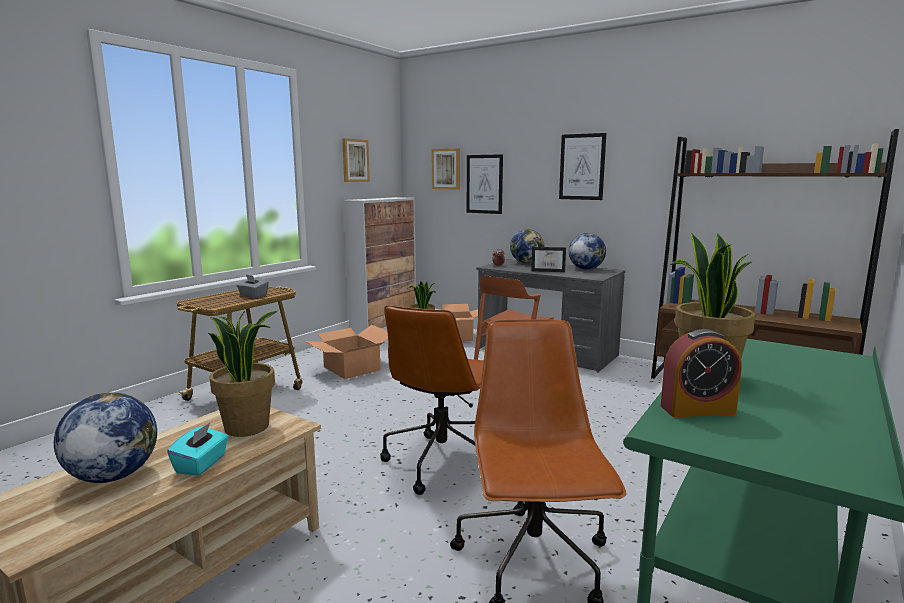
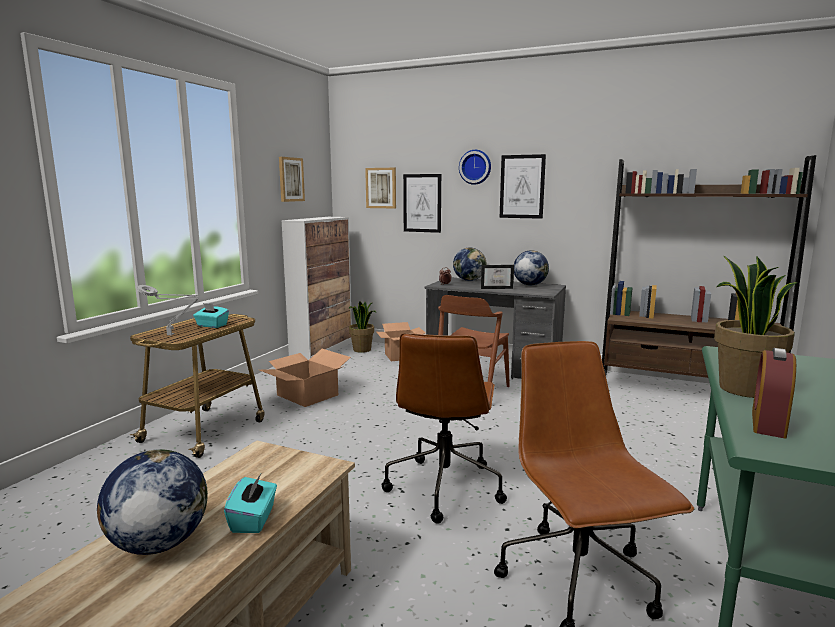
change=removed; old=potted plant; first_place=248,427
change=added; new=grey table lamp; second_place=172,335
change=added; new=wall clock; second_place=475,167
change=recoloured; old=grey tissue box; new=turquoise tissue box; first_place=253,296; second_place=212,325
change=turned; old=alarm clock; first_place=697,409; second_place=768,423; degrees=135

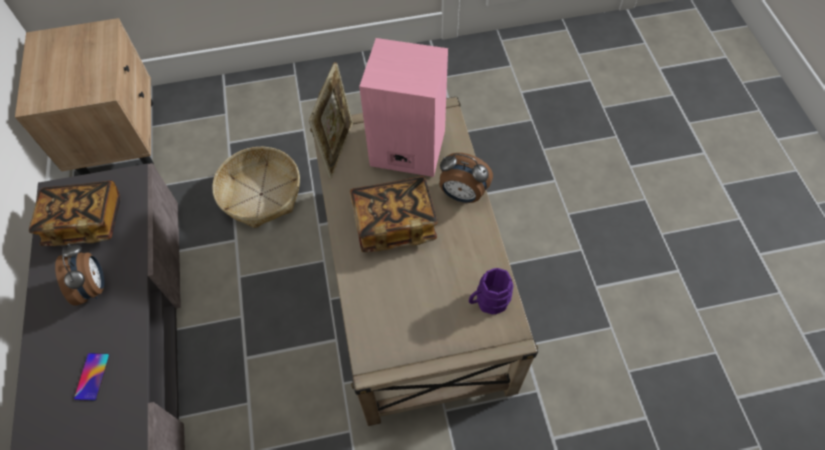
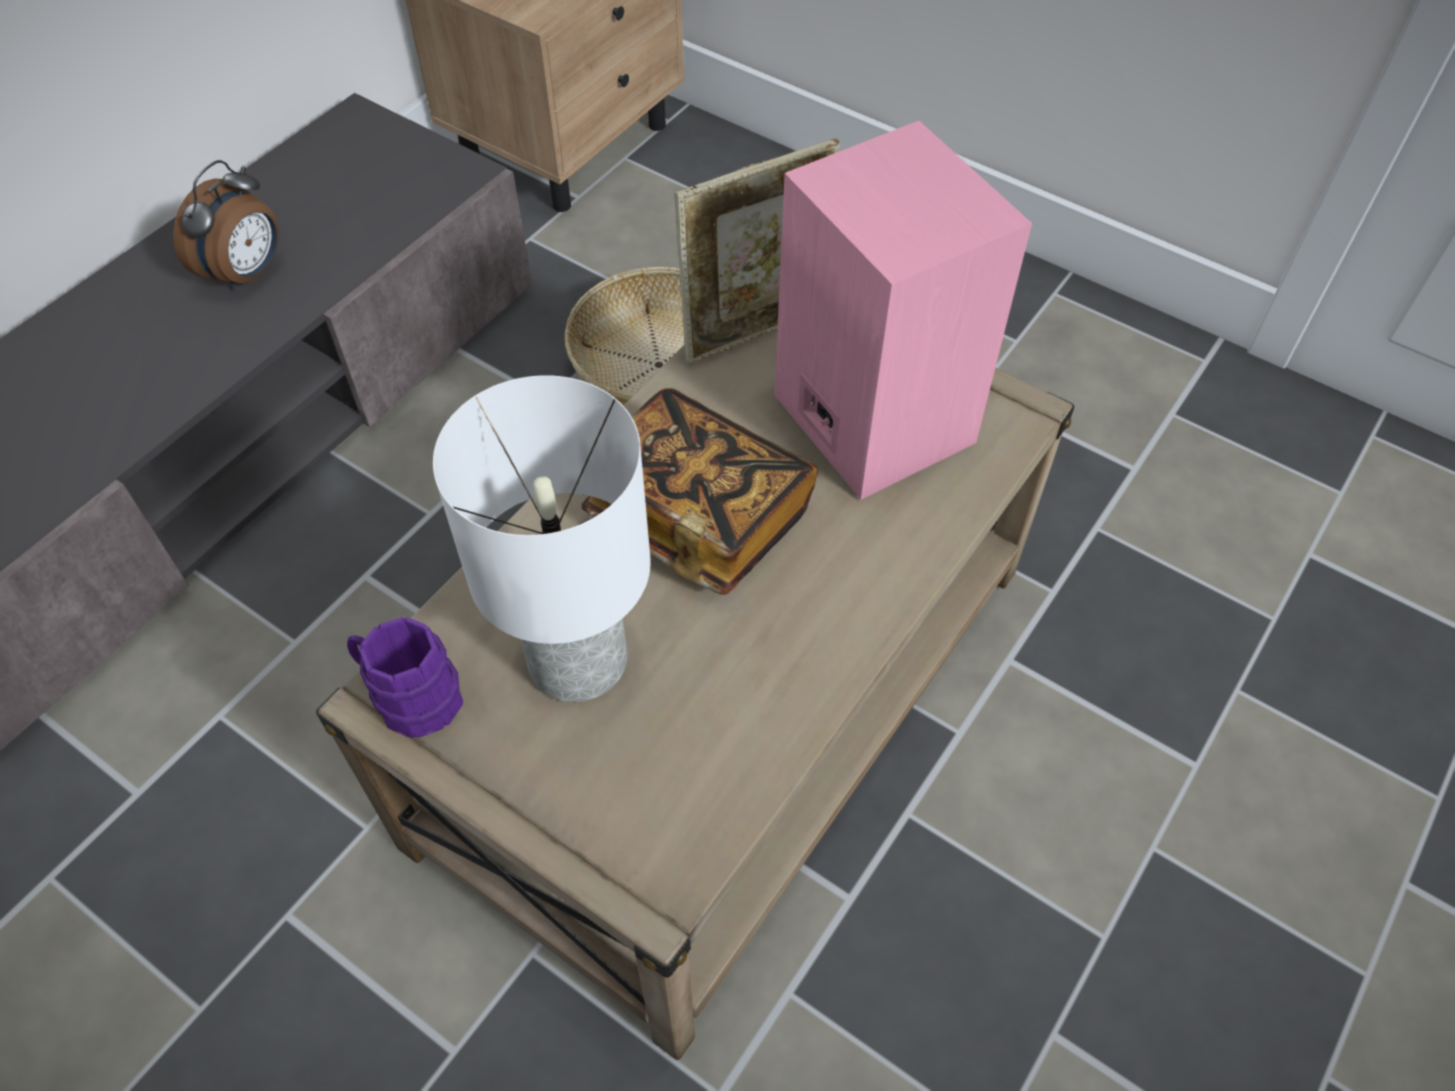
change=removed; old=book; first_place=85,222
change=removed; old=phone; first_place=92,376
change=removed; old=alarm clock; first_place=462,194
change=added; new=white table lamp; second_place=574,660
change=moved; old=purple mug; first_place=488,301; second_place=410,697

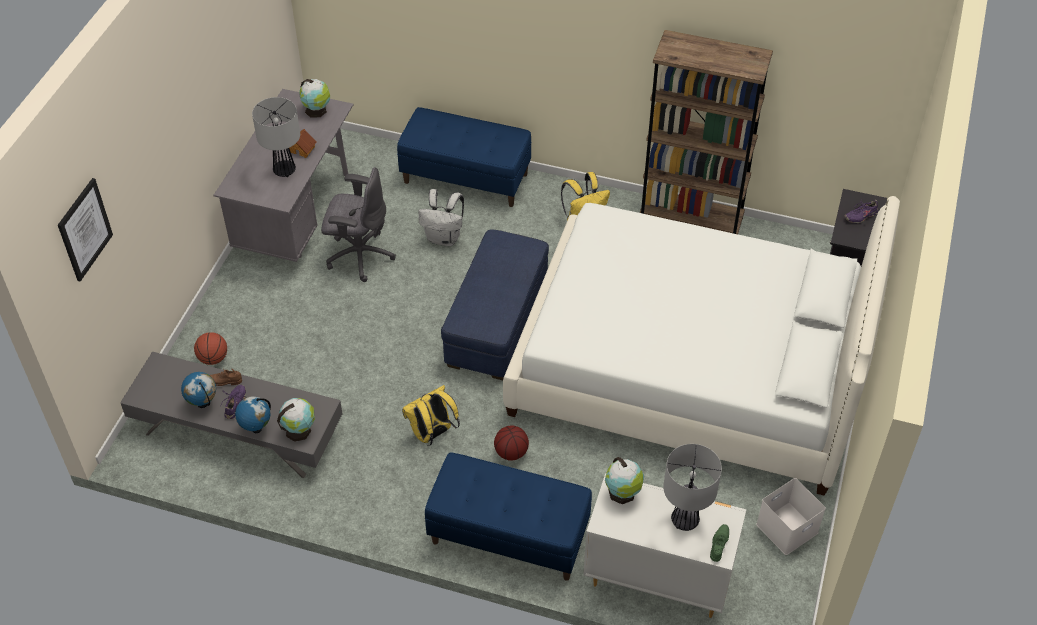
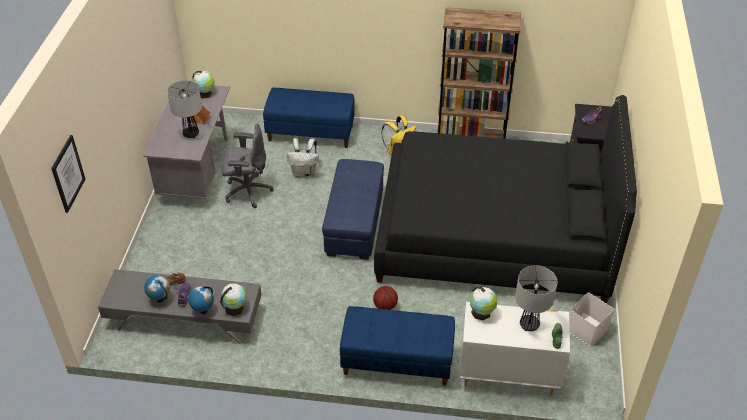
change=removed; old=basketball; first_place=213,358
change=removed; old=yellow backpack; first_place=432,434
change=recoloured; old=white bed; new=black bed; first_place=690,369; second_place=494,236

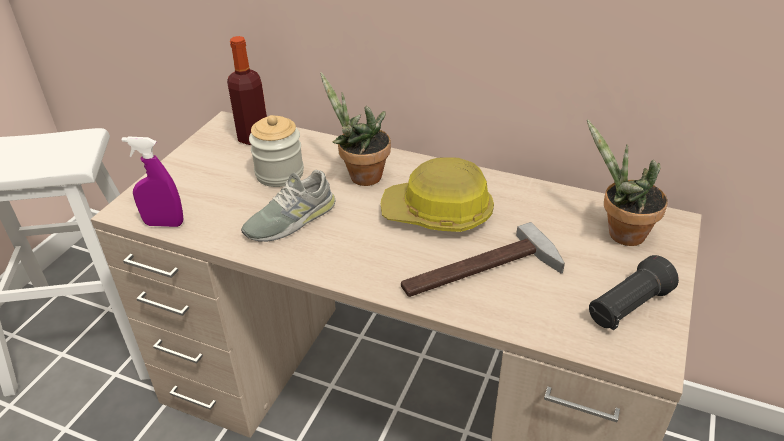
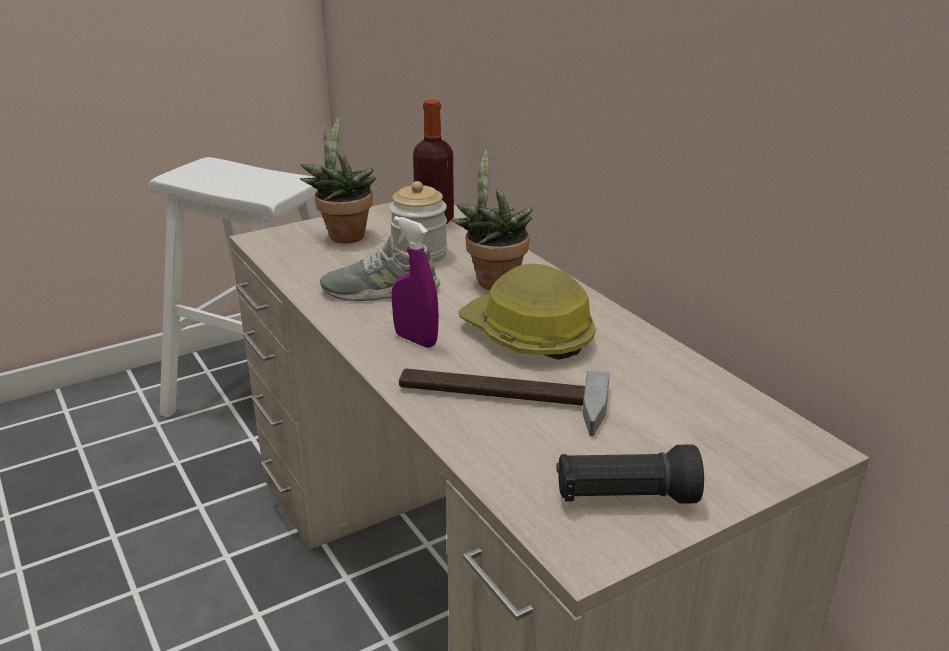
change=moved; old=purple spray bottle; first_place=164,224; second_place=415,340
change=moved; old=potted plant; first_place=620,233; second_place=344,235

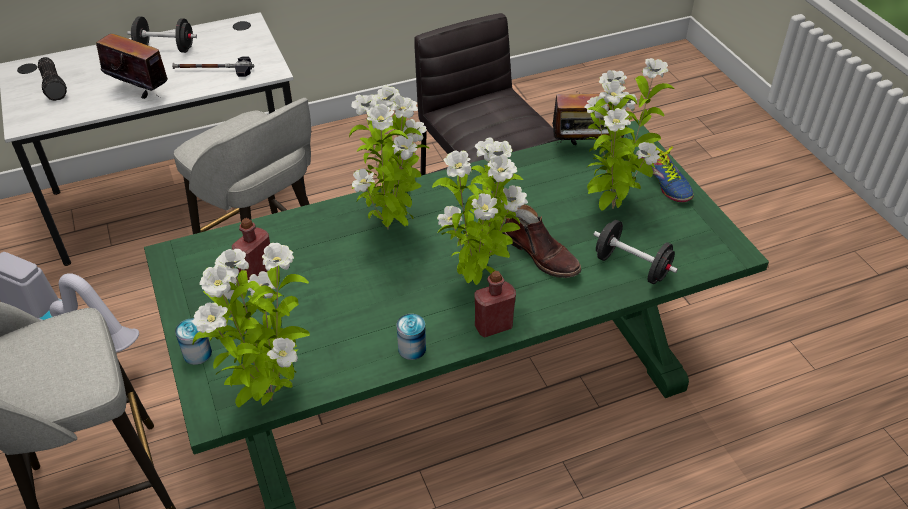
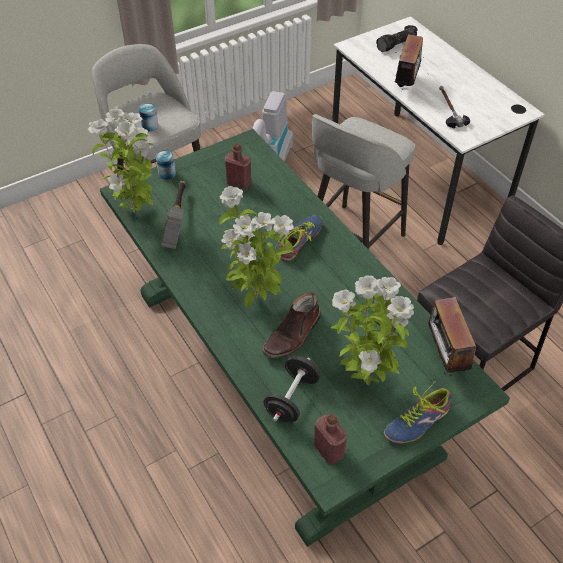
change=removed; old=black dumbbell; first_place=165,49
change=added; new=hammer; second_place=178,222
change=moved; old=can; first_place=412,349; second_place=150,126
change=moved; old=red bottle; first_place=493,326; second_place=329,450
change=replaced; old=potted plant; new=shoe; first_place=390,228; second_place=300,240

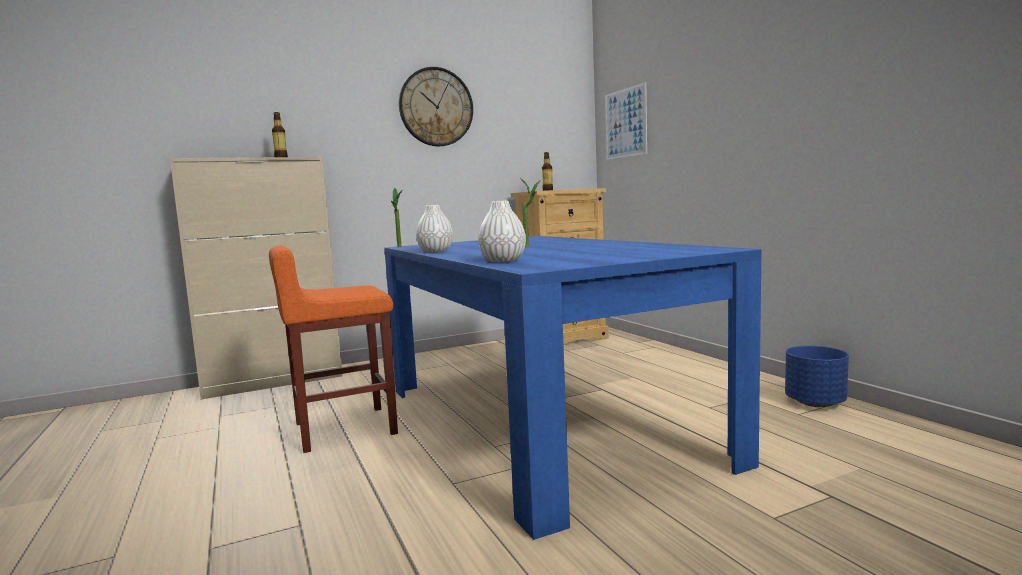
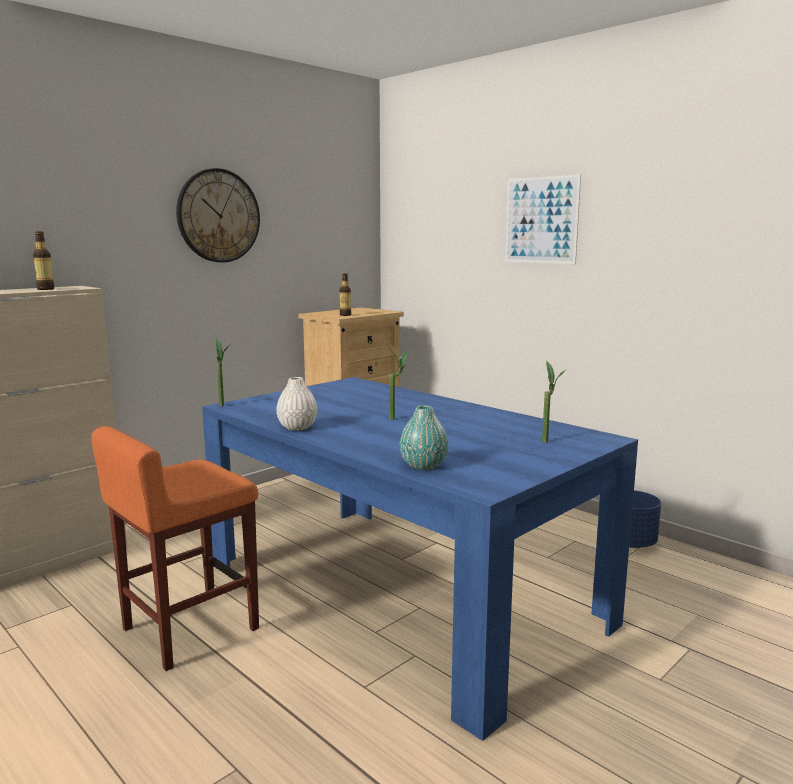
change=added; new=potted plant; second_place=549,443
change=moved; old=picture; first_place=625,123; second_place=541,220
change=recoloured; old=white vase; new=turquoise vase; first_place=503,261; second_place=423,465

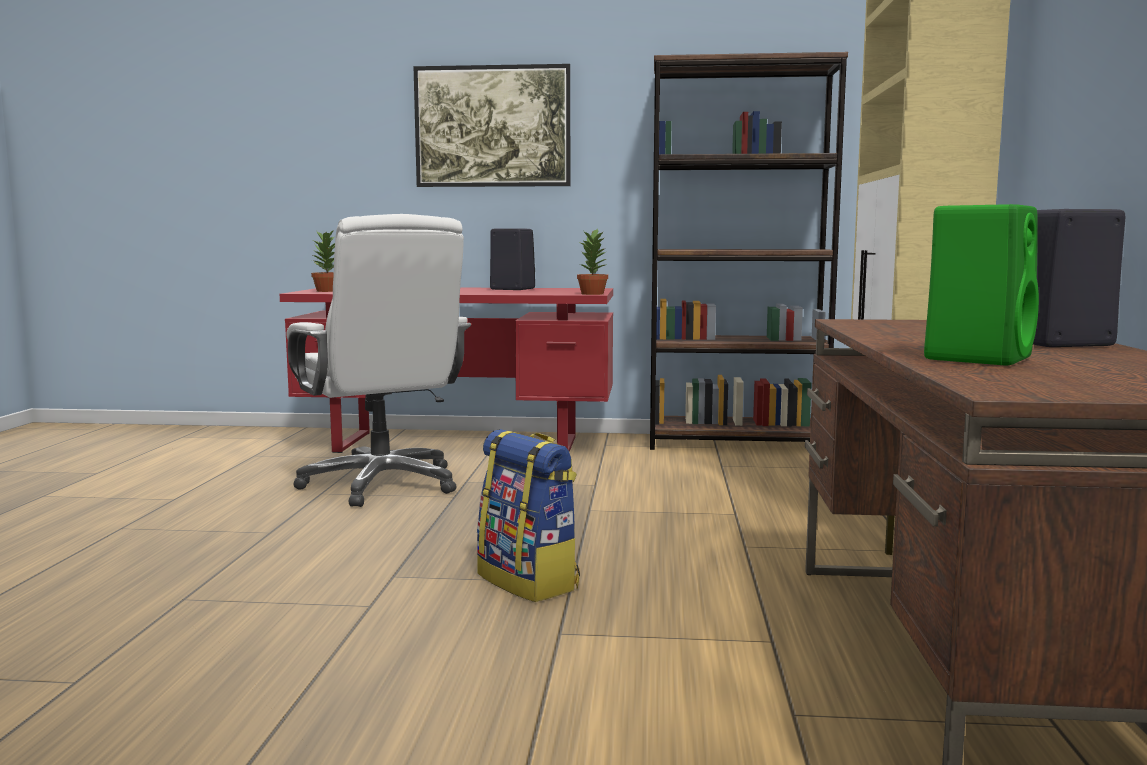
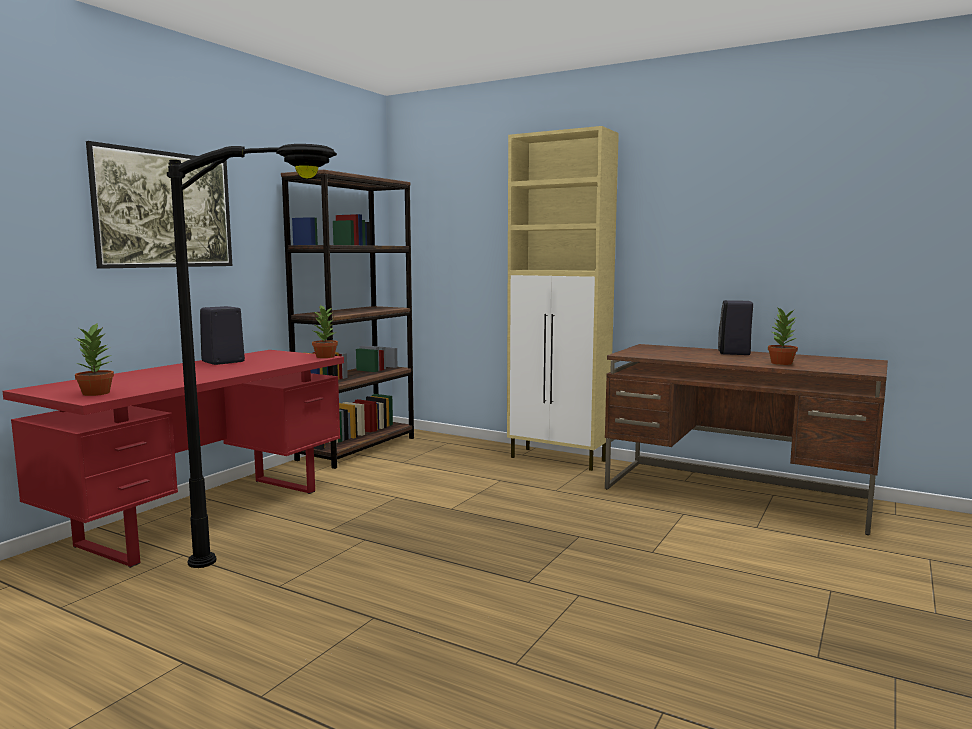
change=removed; old=backpack; first_place=530,581
change=replaced; old=white office chair; new=black floor lamp; first_place=382,484; second_place=288,559
change=replaced; old=green speaker; new=potted plant; first_place=977,358; second_place=780,363

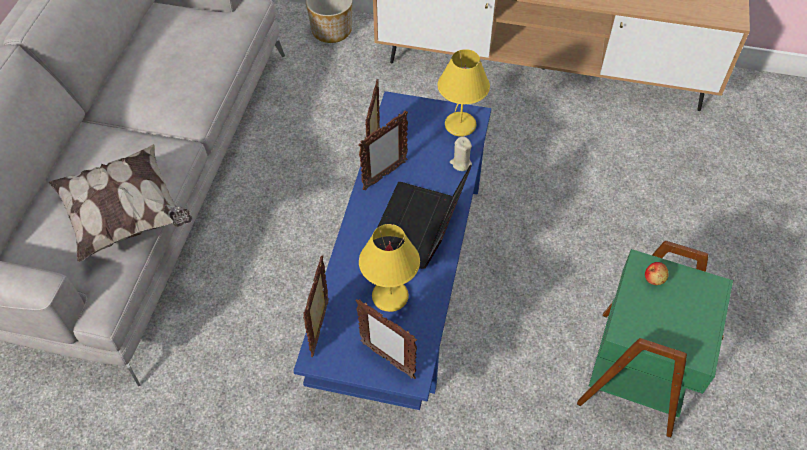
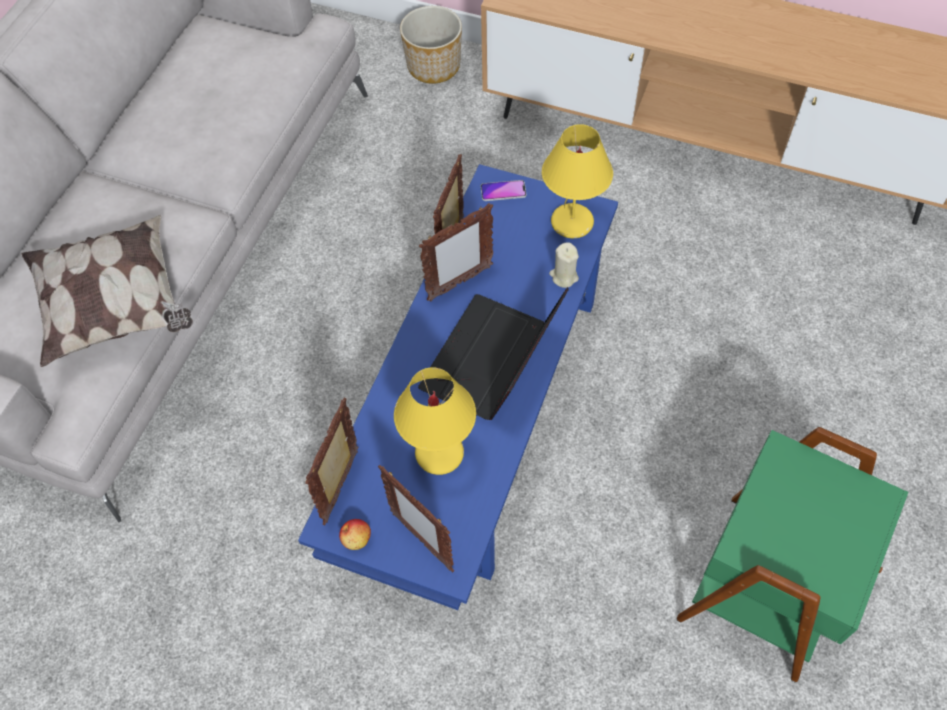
change=added; new=phone; second_place=503,191
change=moved; old=apple; first_place=654,278; second_place=356,539

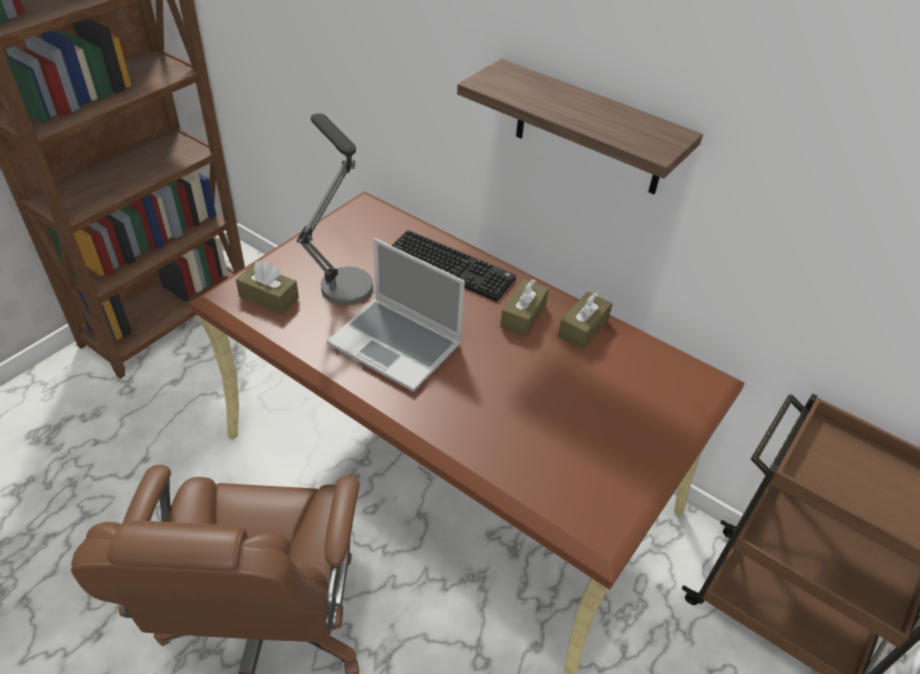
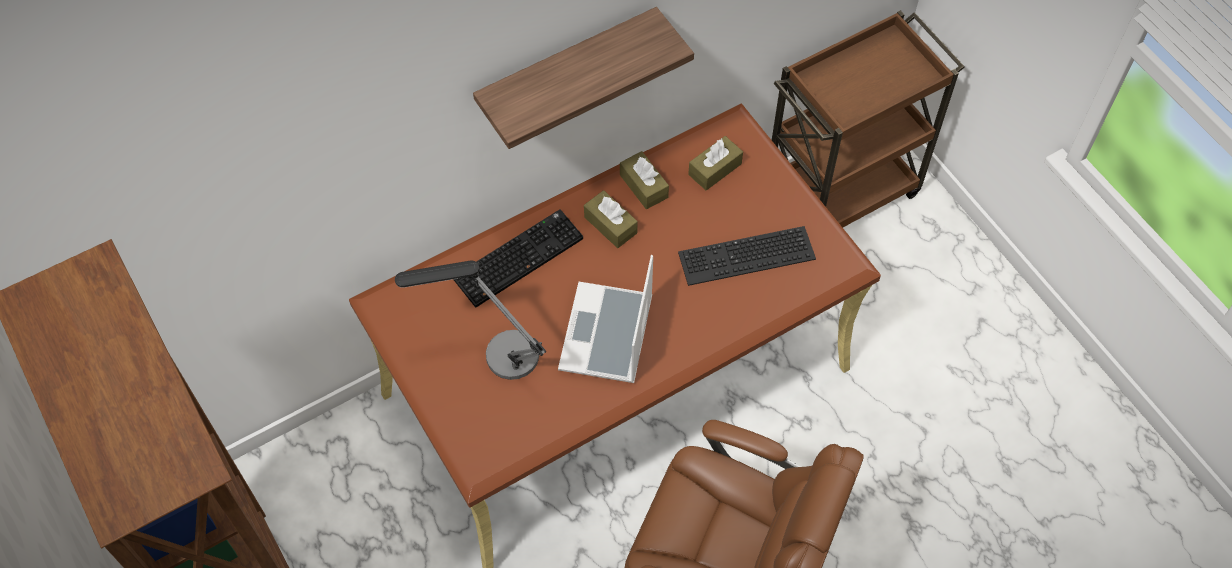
change=added; new=keyboard; second_place=746,258
change=moved; old=brown tissue box; first_place=269,297; second_place=715,169
change=turned; old=laptop; first_place=397,345; second_place=608,335; degrees=135

